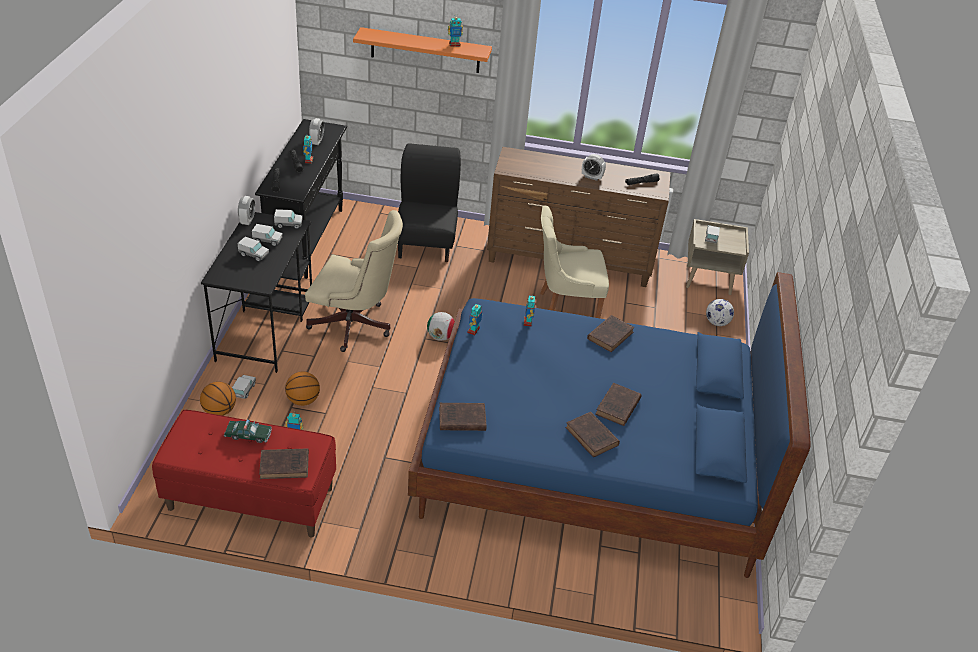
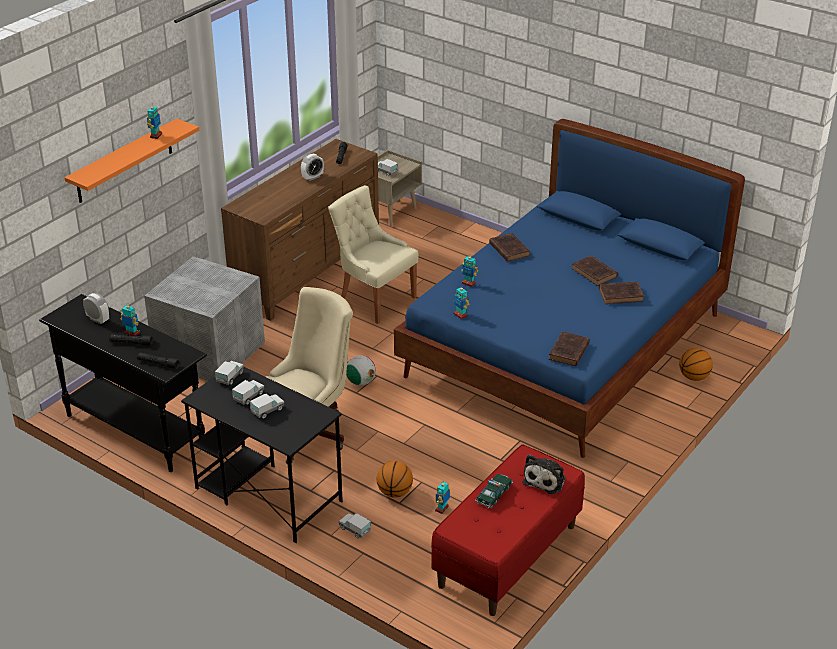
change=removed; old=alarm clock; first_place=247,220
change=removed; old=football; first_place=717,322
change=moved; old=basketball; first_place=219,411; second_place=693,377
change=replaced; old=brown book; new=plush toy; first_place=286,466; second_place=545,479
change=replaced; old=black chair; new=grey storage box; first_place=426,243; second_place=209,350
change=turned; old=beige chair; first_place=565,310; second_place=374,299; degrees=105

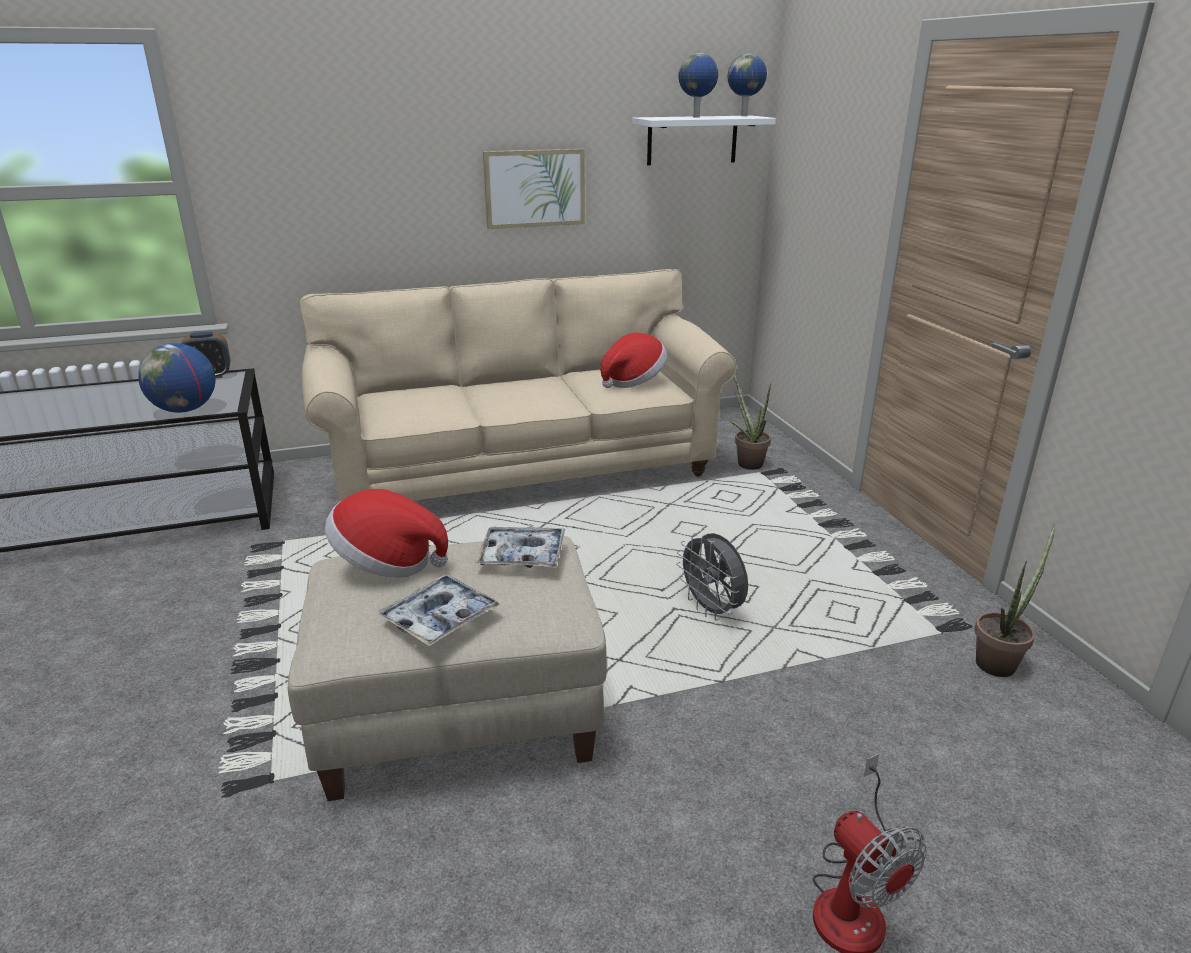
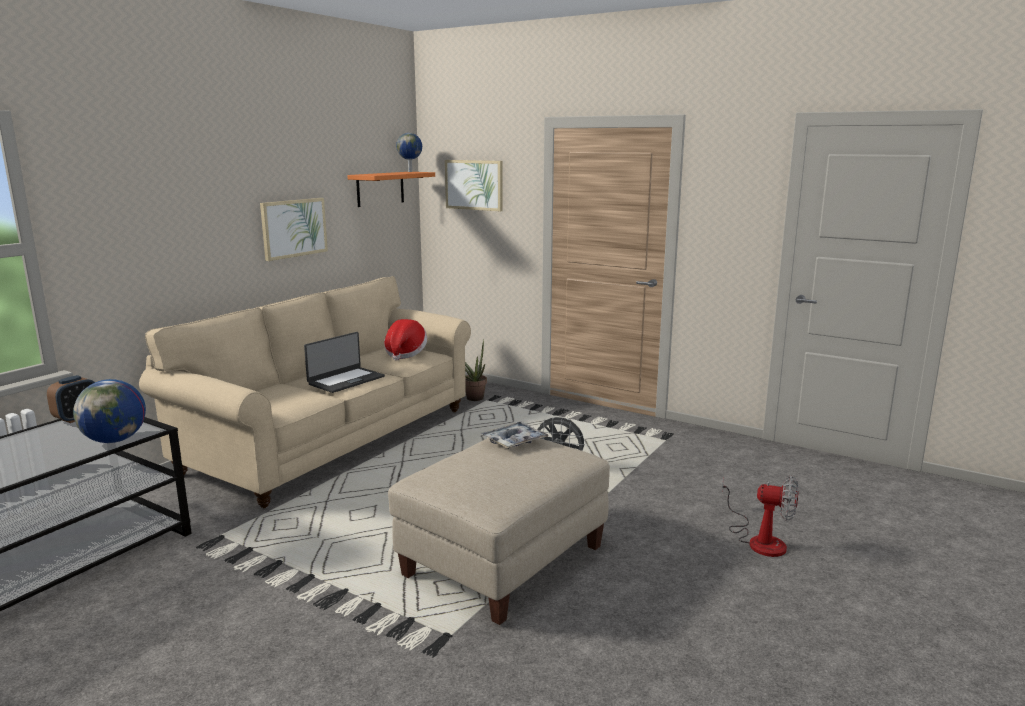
change=removed; old=hat; first_place=387,563
change=removed; old=tray; first_place=440,618
change=removed; old=globe; first_place=696,117
change=removed; old=potted plant; first_place=999,661
change=added; new=laptop; second_place=345,380
change=added; new=picture; second_place=474,185
change=recoloured; old=white shelf; new=orange shelf; first_place=692,140; second_place=380,189

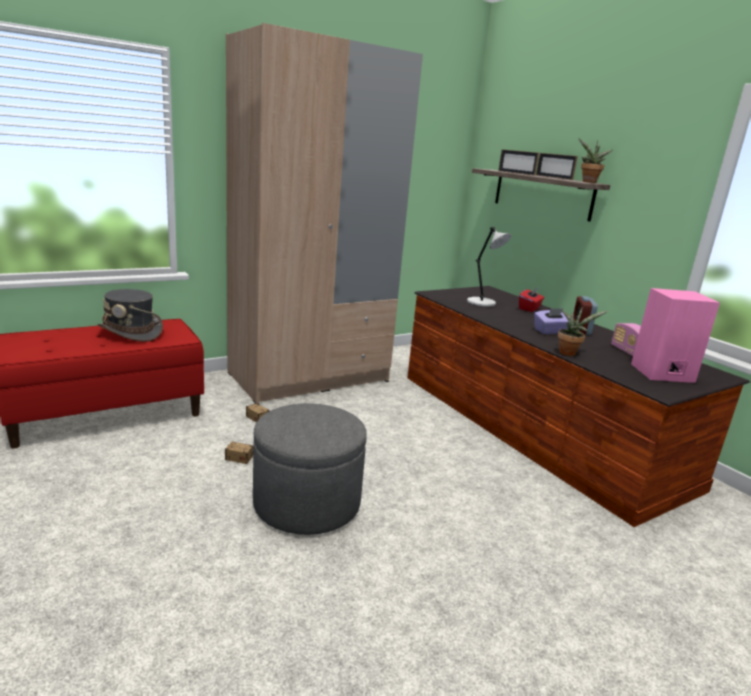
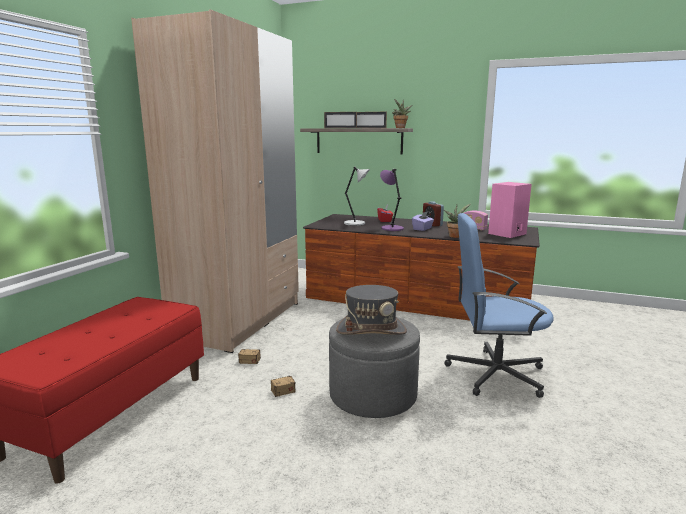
change=added; new=purple table lamp; second_place=391,228
change=added; new=blue office chair; second_place=494,374
change=moved; old=grey hat; first_place=131,332; second_place=371,330

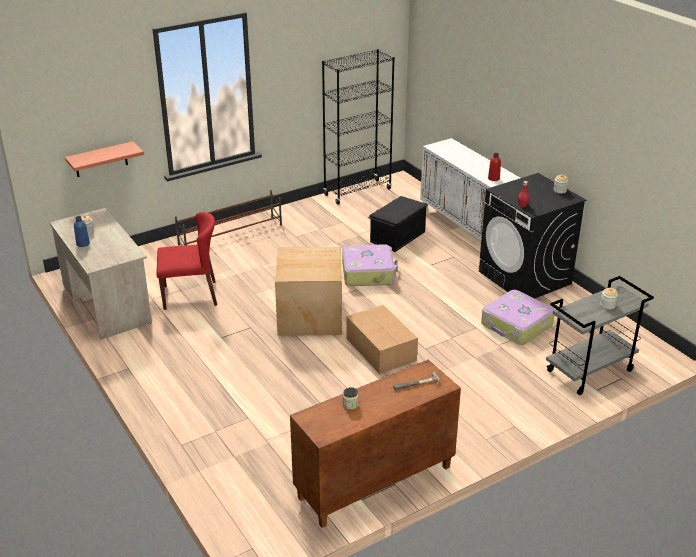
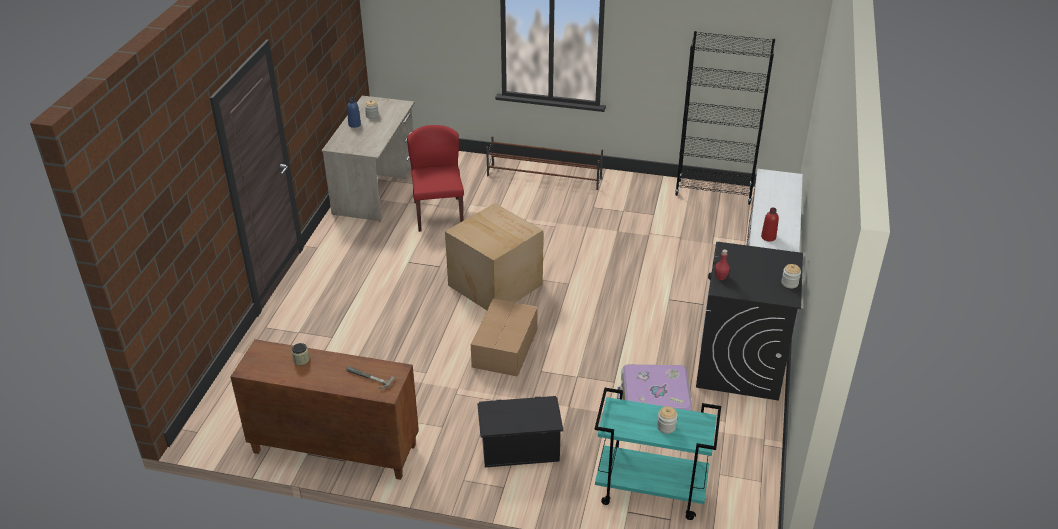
change=removed; old=shelf; first_place=101,159
change=removed; old=suitcase; first_place=368,272
change=moved; old=black storage box; first_place=396,236; second_place=519,446
change=recoloured; old=grey cart; new=turquoise cart; first_place=589,372; second_place=649,491
change=turned; old=red chair; first_place=190,295; second_place=438,214; degrees=-135

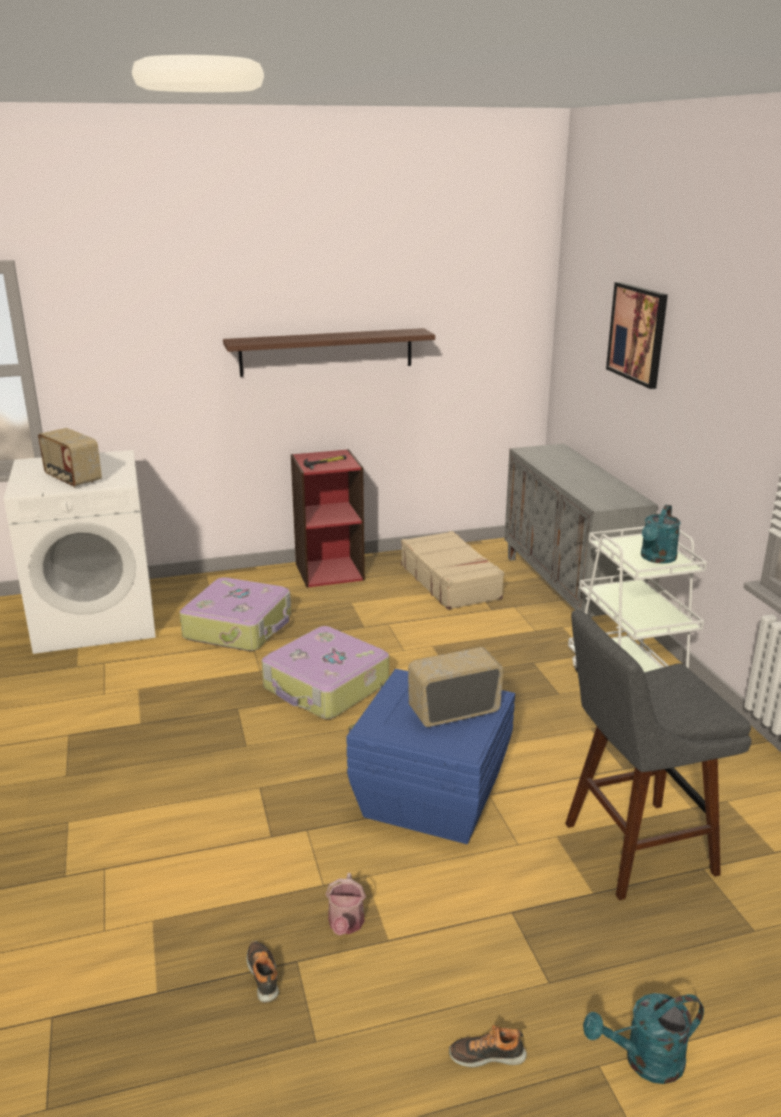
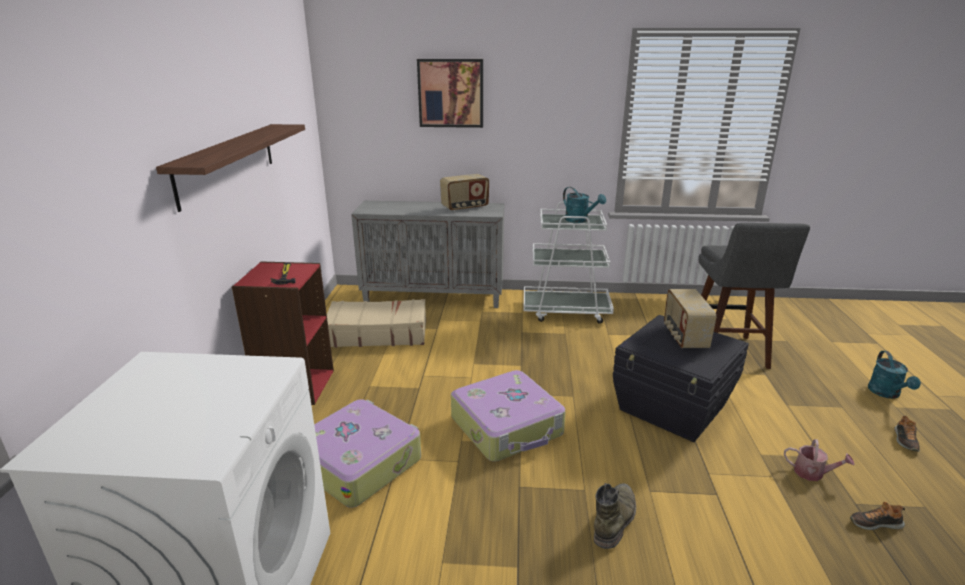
change=added; new=green boot; second_place=614,519
change=moved; old=radio; first_place=72,479; second_place=465,207
change=recoloured; old=blue storage box; new=black storage box; first_place=430,797; second_place=673,408

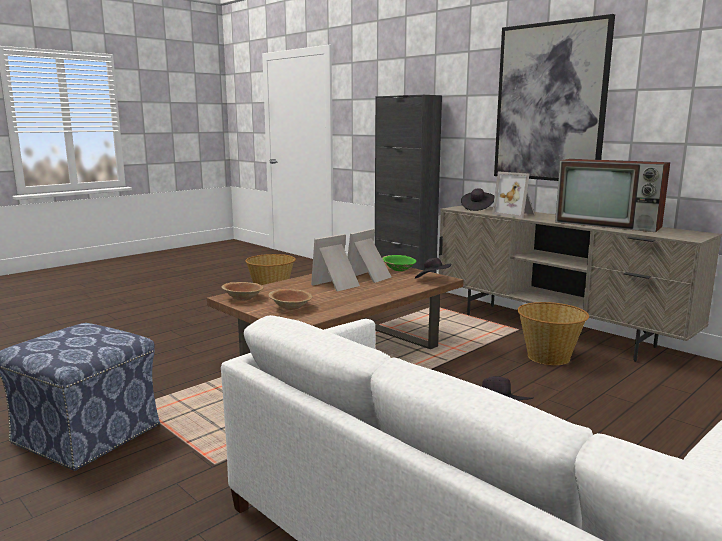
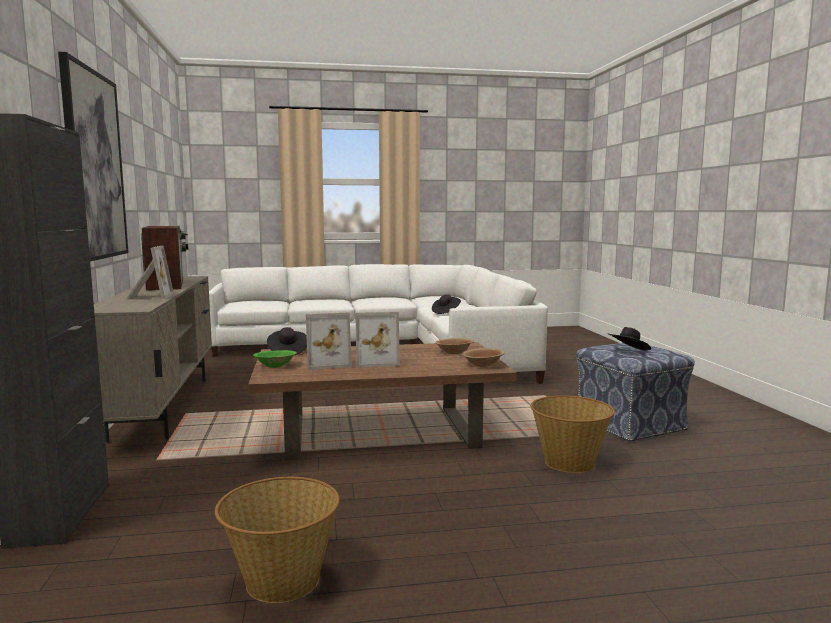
change=moved; old=black hat; first_place=477,208; second_place=628,352
change=moved; old=basket; first_place=549,357; second_place=569,462

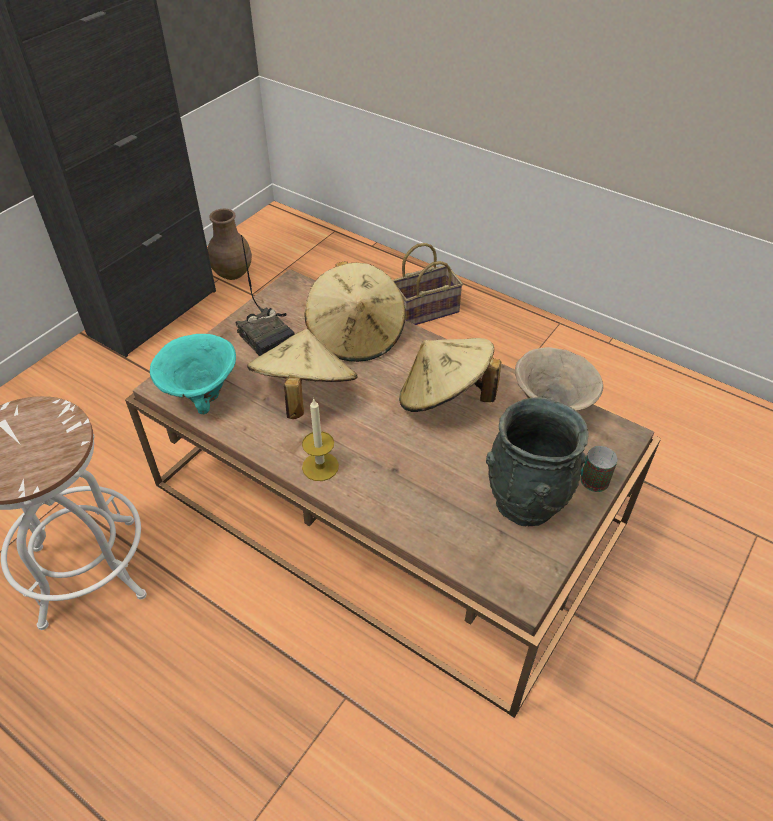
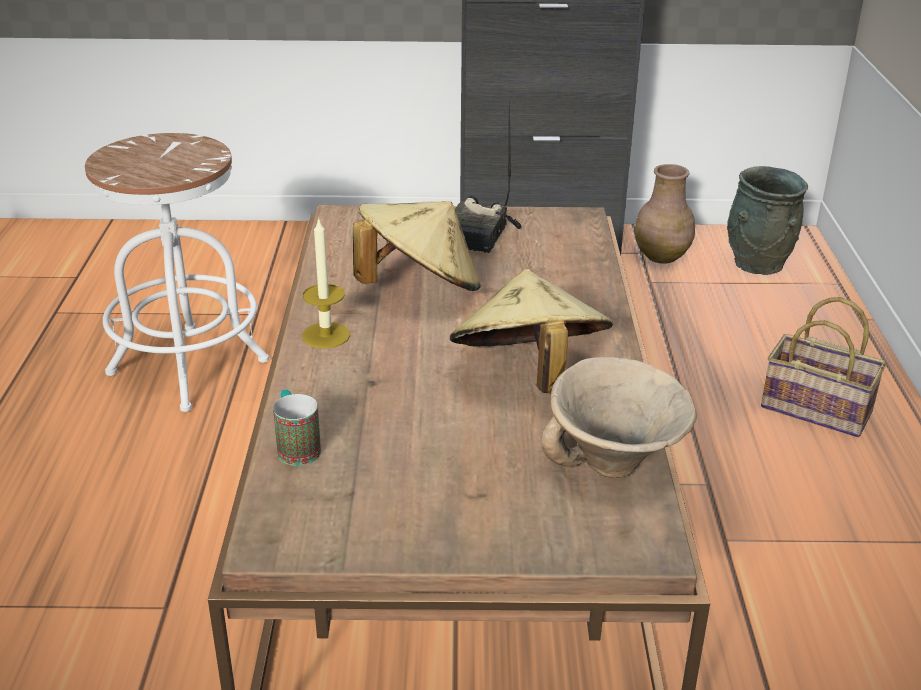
change=removed; old=turquoise bowl; first_place=200,394
change=removed; old=beige hat; first_place=356,335
change=moved; old=grey vase; first_place=525,504; second_place=756,264
change=moved; old=mug; first_place=587,479; second_place=296,446

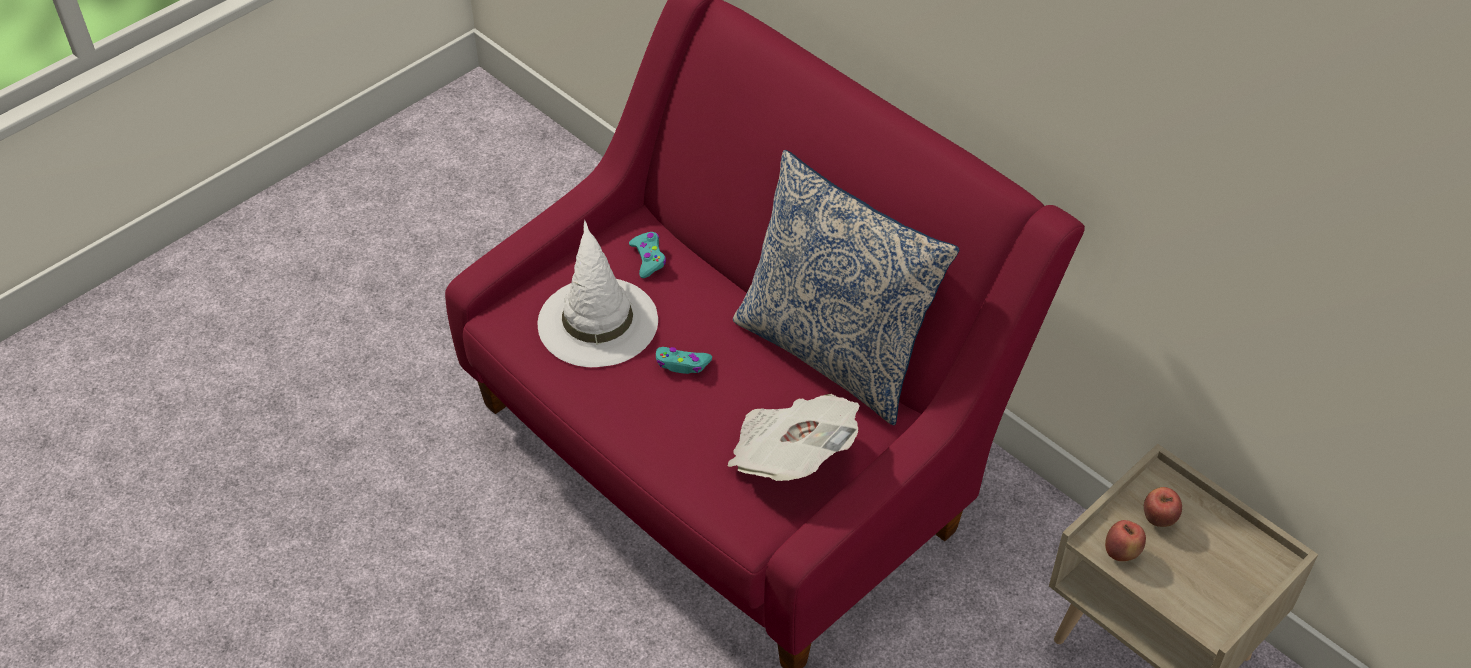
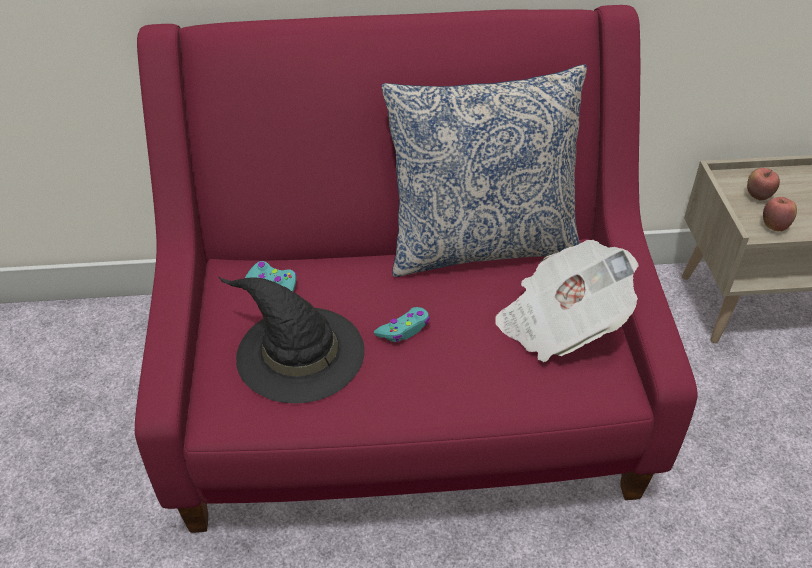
change=recoloured; old=white hat; new=black hat; first_place=597,320; second_place=298,353

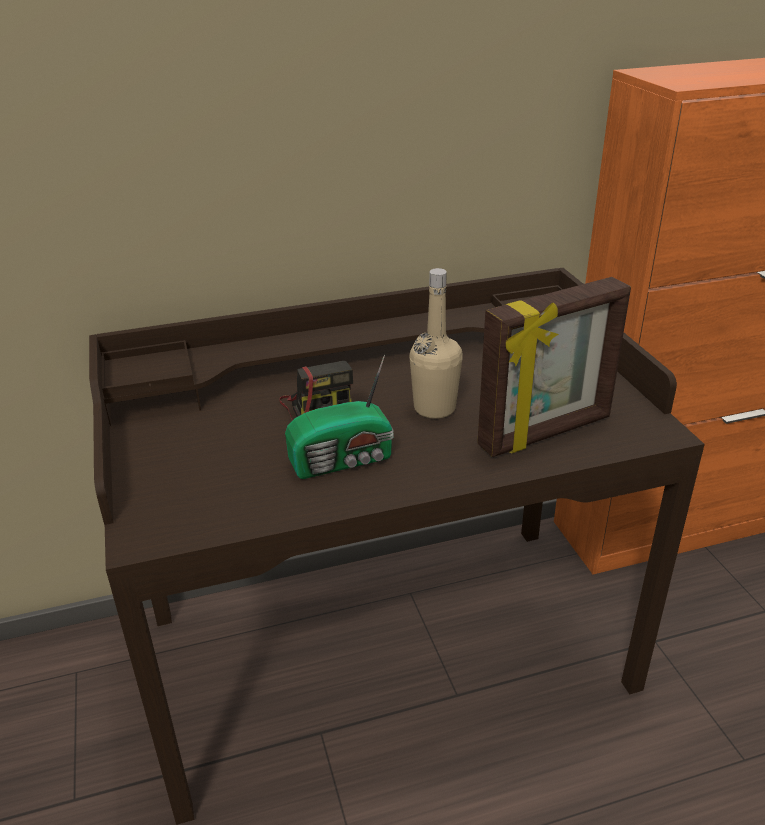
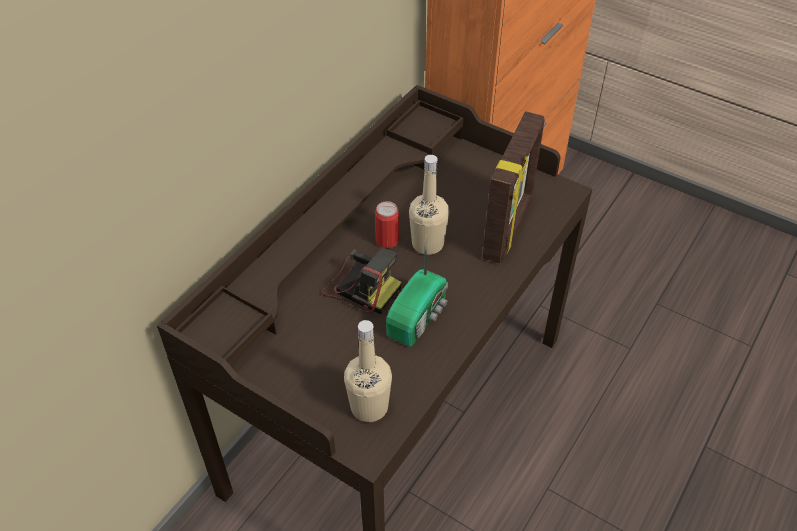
change=added; new=beige bottle; second_place=369,407
change=added; new=can; second_place=387,240

